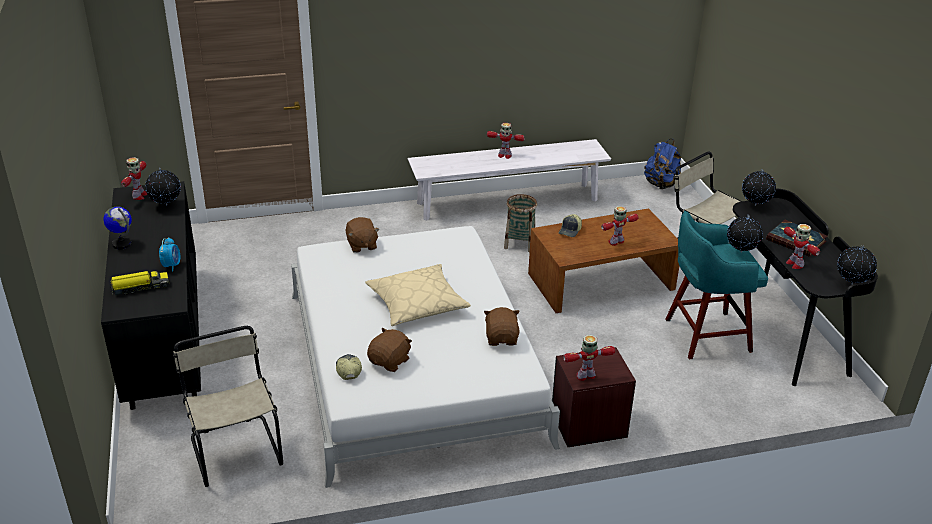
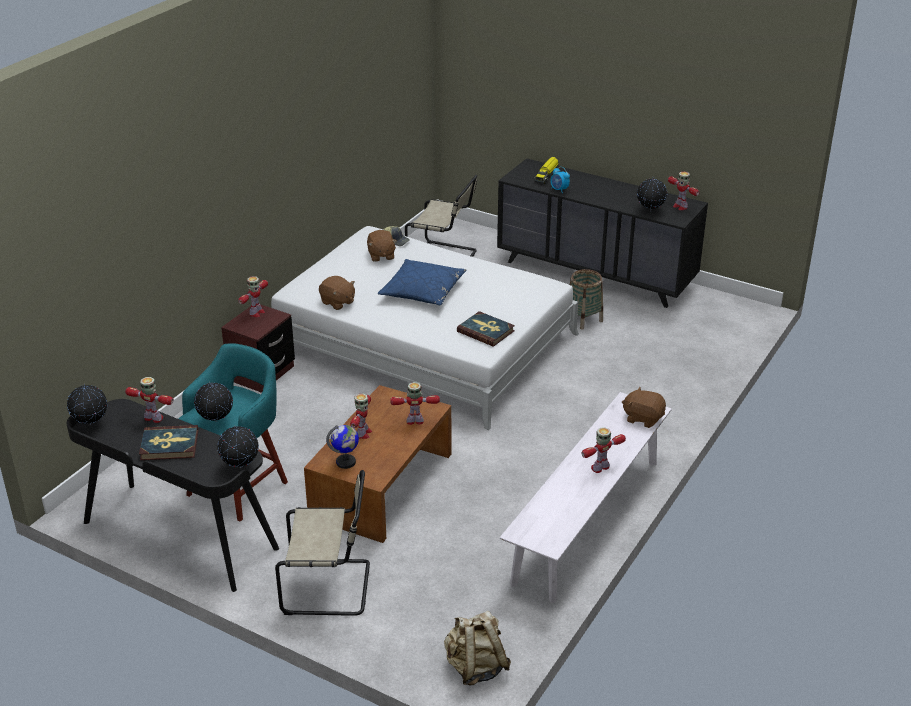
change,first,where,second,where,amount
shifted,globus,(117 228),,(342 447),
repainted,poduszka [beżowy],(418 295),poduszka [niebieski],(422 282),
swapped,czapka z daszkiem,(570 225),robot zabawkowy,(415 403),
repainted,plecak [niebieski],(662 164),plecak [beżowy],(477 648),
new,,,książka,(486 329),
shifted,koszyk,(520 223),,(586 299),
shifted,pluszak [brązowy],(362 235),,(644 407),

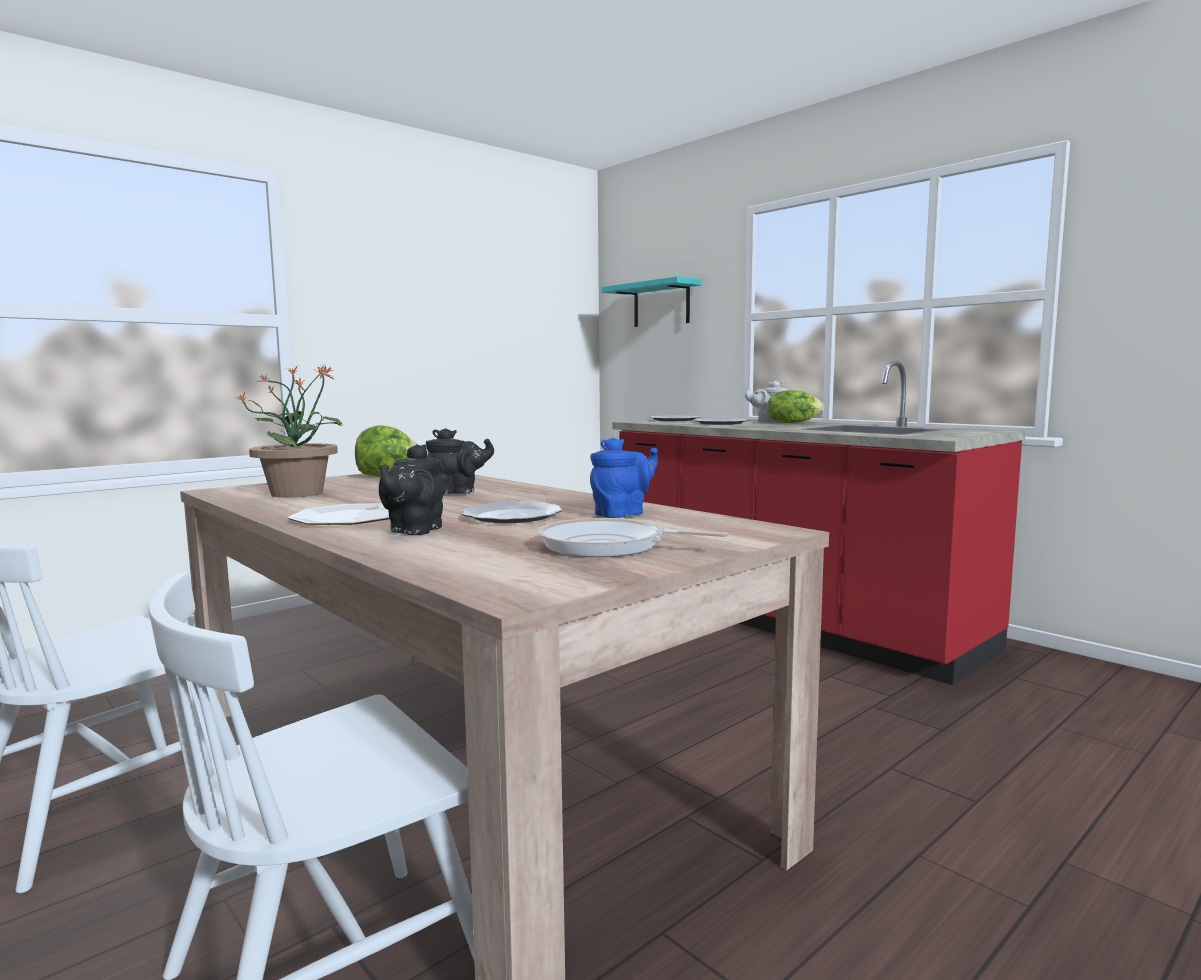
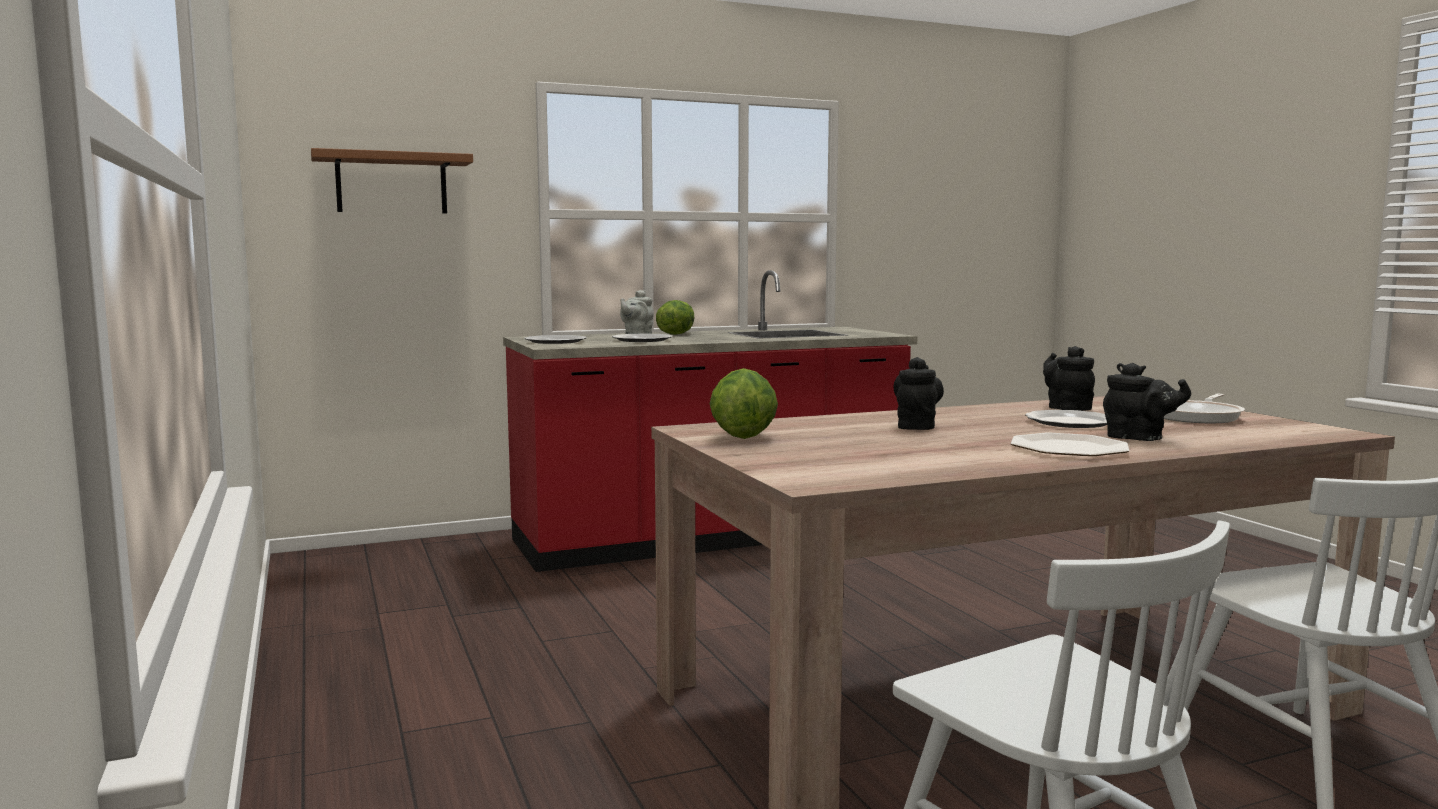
change,first,where,second,where,amount
repainted,półka [turkusowy],(651 301),półka [brązowy],(392 181),
repainted,imbryk [niebieski],(624 477),imbryk [czarny],(1069 378),
gone,roślina doniczkowa,(289 430),,,

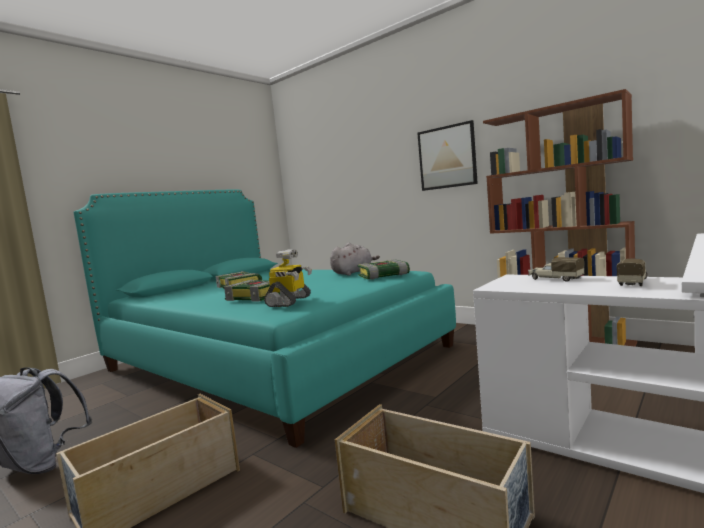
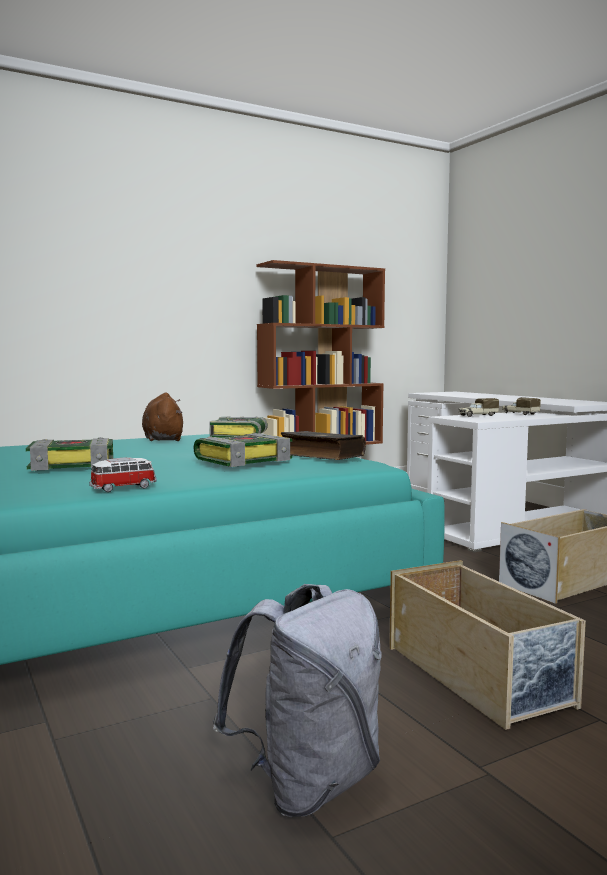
change,first,where,second,where,amount
new,,,samochodzik,(123 474),
repainted,pluszak [szary],(355 259),pluszak [brązowy],(162 417),
swapped,robot zabawkowy,(288 278),książka,(323 445),
gone,obraz,(447 155),,,

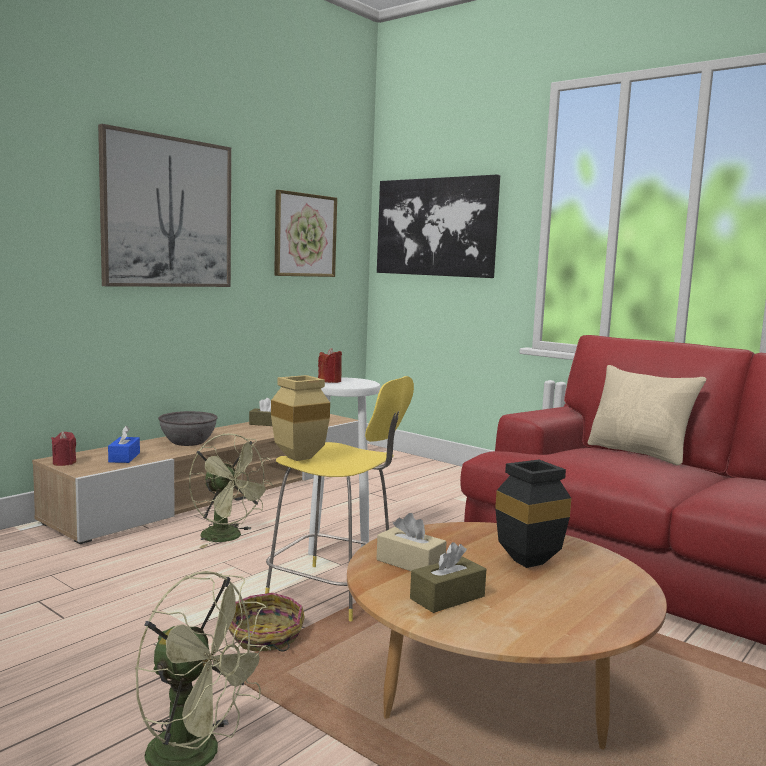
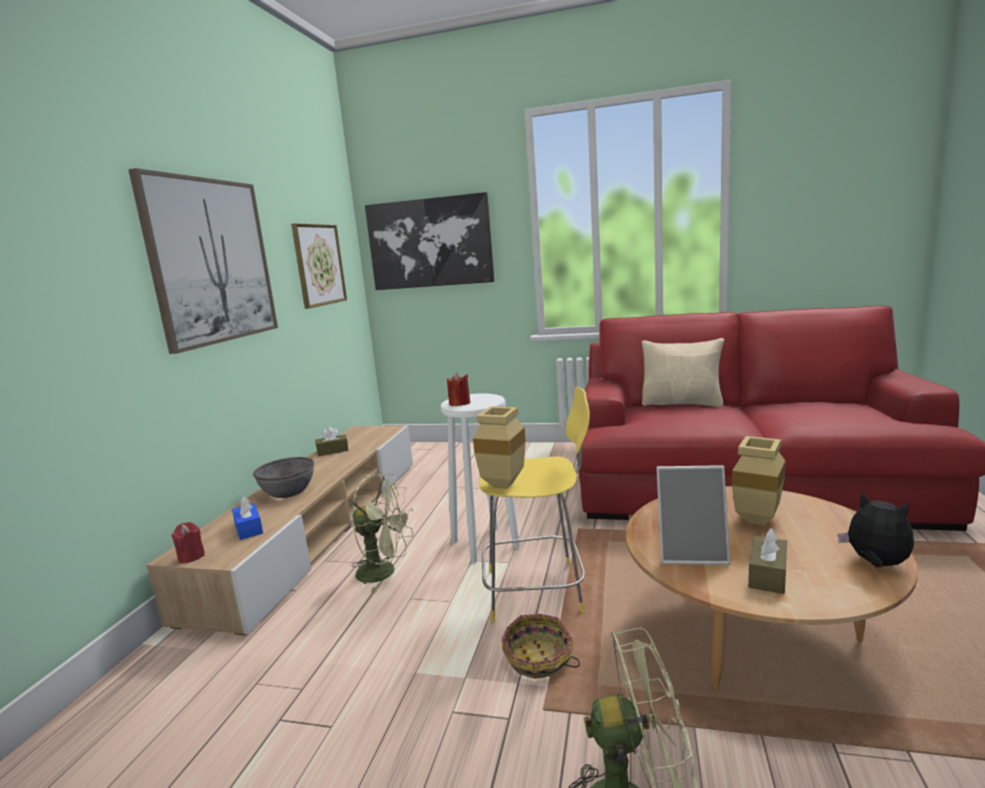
change,first,where,second,where,amount
swapped,pudełko chusteczek [beżowy],(411 542),ramka na zdjęcie,(693 515),
repainted,wazon [czarny],(533 514),wazon [beżowy],(759 480),
new,,,pluszak,(876 529),

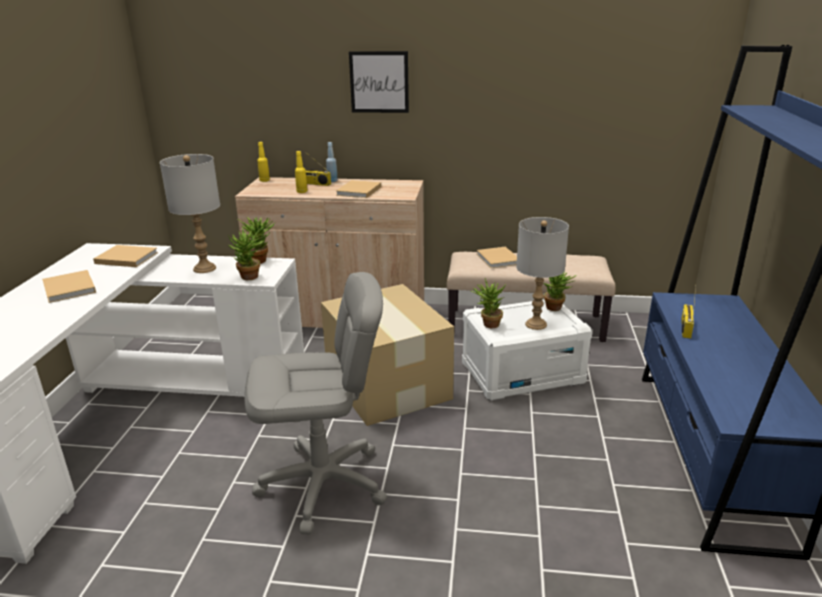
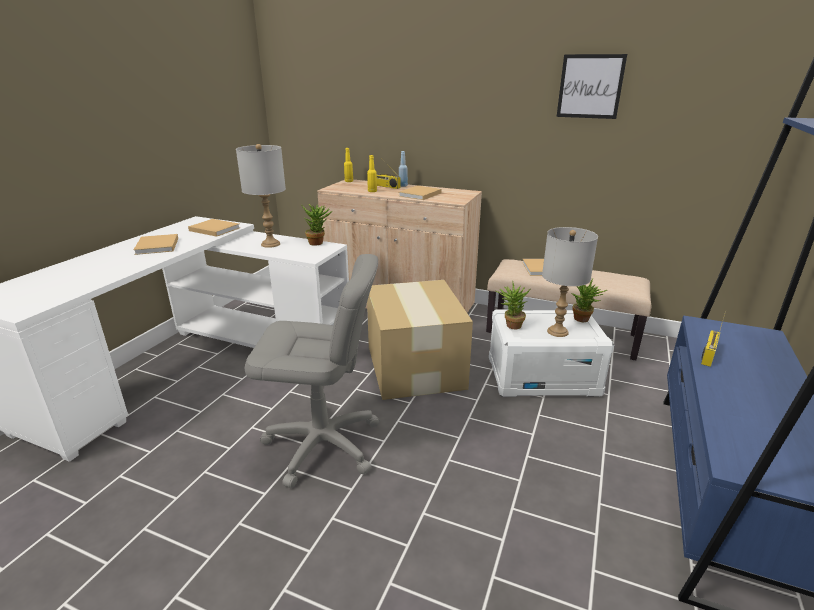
change,first,where,second,where,amount
shifted,obraz,(379 82),,(592 86),
gone,roślina doniczkowa,(246 254),,,

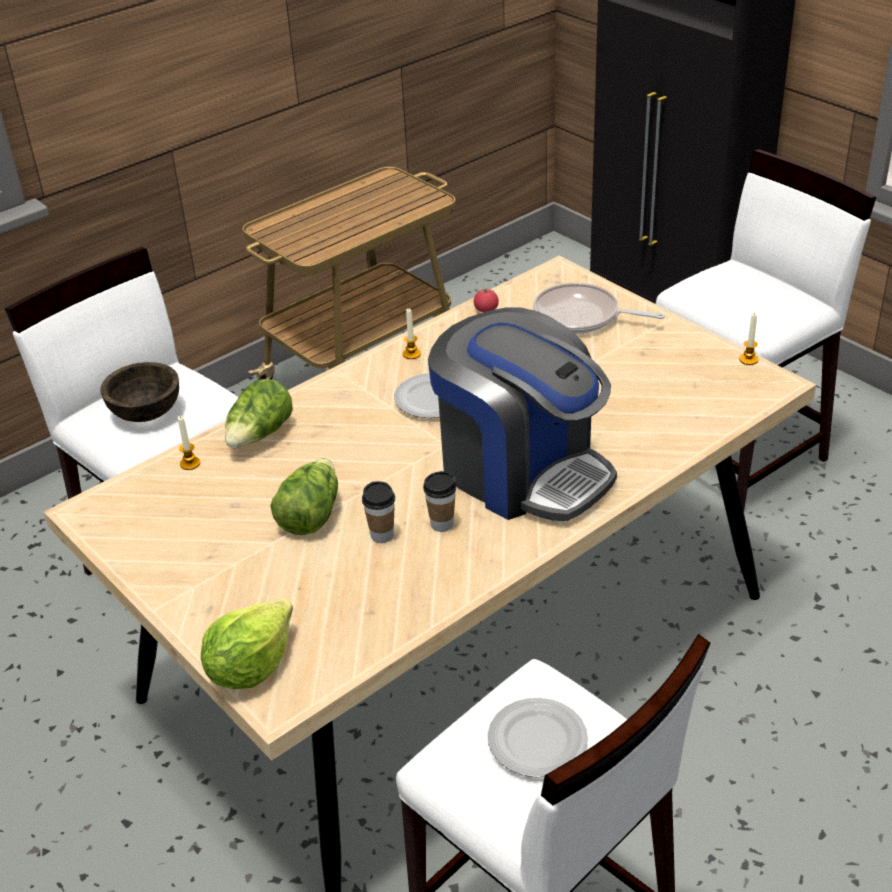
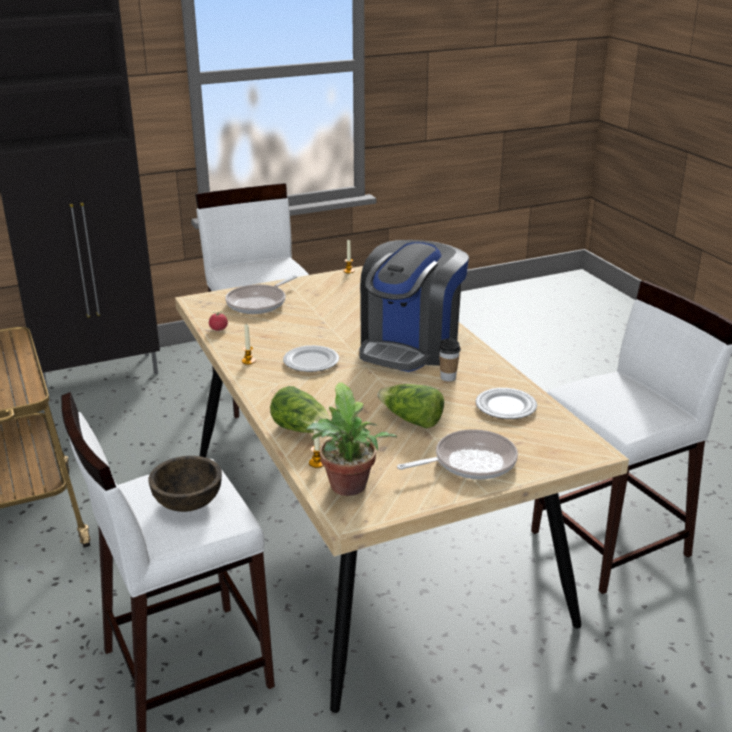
change,first,where,second,where,amount
new,,,roślina doniczkowa,(351 439),
rotated,ekspres do kawy,(522 414),,(414 306),150 degrees clockwise
new,,,patelnia,(457 454),
shifted,talerz,(538 738),,(506 403),
gone,sałata,(247 643),,,
gone,filiżanka,(378 512),,,

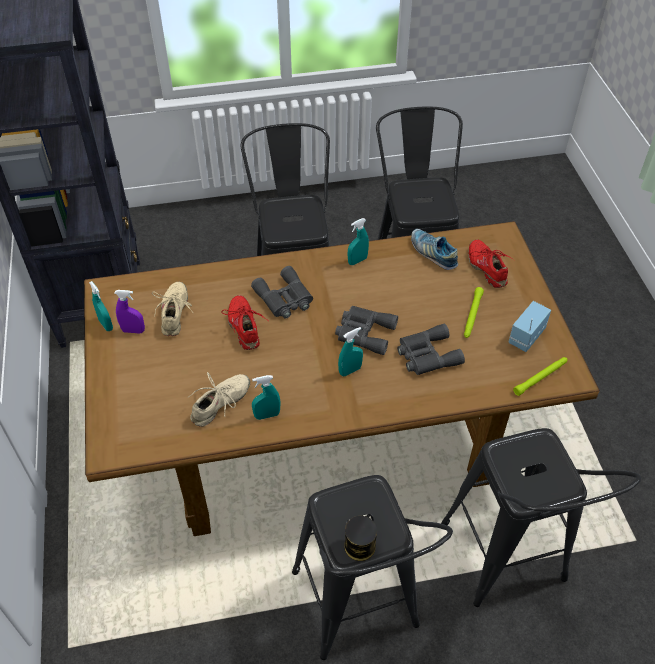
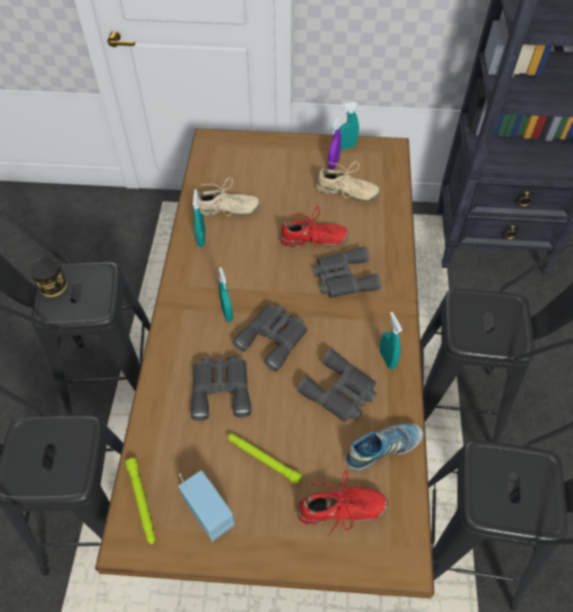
change,first,where,second,where,amount
rotated,but [beżowy],(219 399),,(229 196),60 degrees counterclockwise
new,,,lornetka [szary],(337 385),

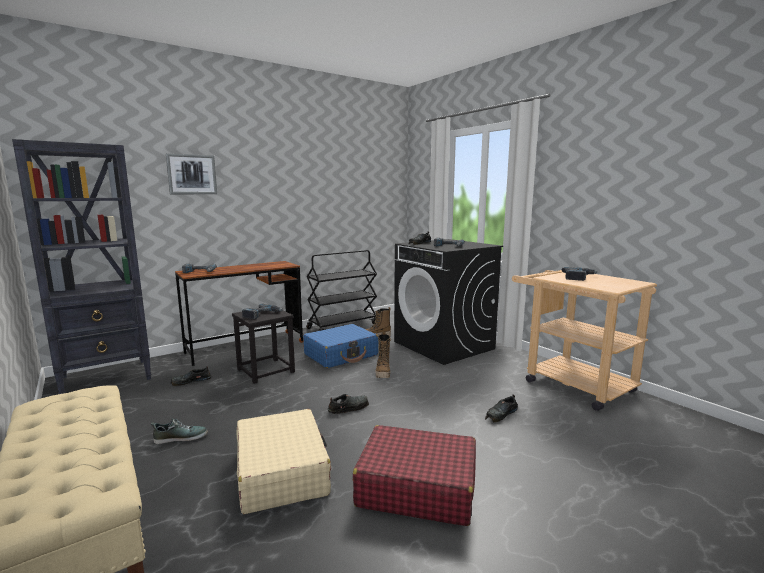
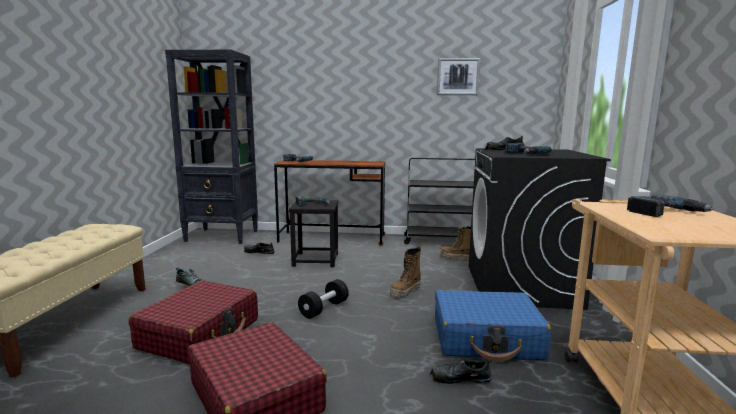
change,first,where,second,where,amount
repainted,walizka [beżowy],(283 461),walizka [czerwony],(193 322),
swapped,but [czarny],(348 404),hantel [czarny],(323 299),
shifted,walizka [niebieski],(340 346),,(493 326),
shifted,obraz,(191 173),,(458 76),

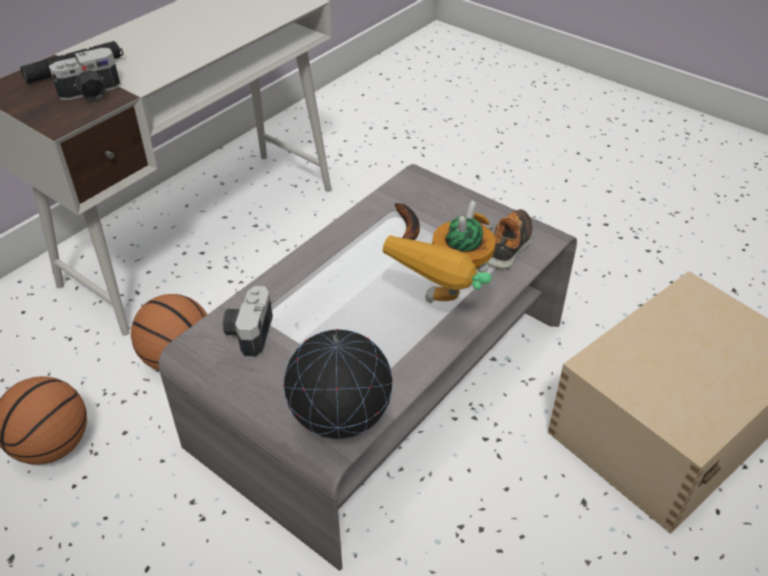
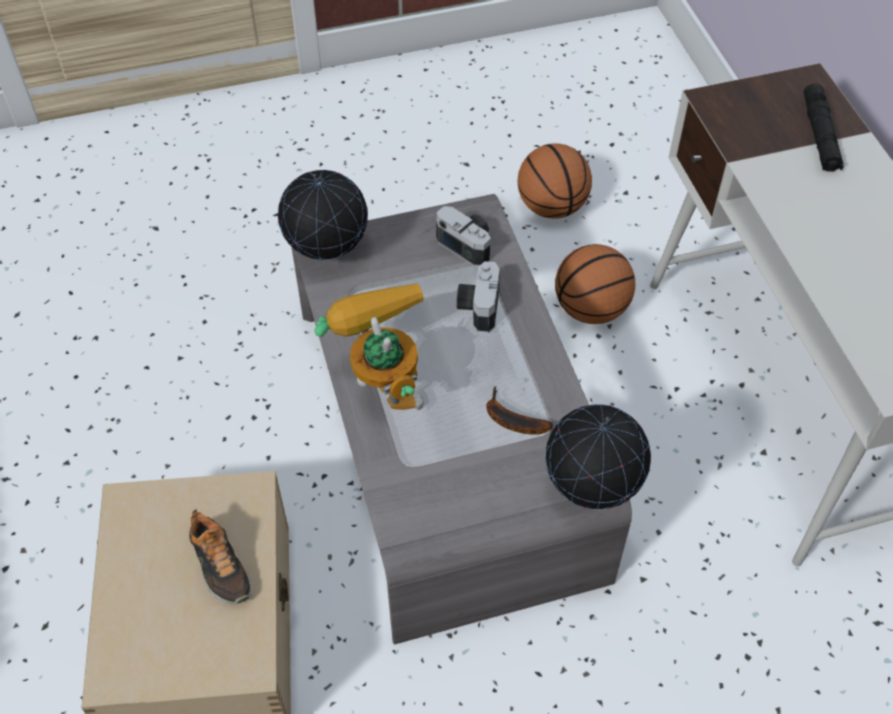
change,first,where,second,where,amount
shifted,but,(510 239),,(220 556),
shifted,aparat fotograficzny,(85 74),,(478 297),
new,,,globus,(598 457),

